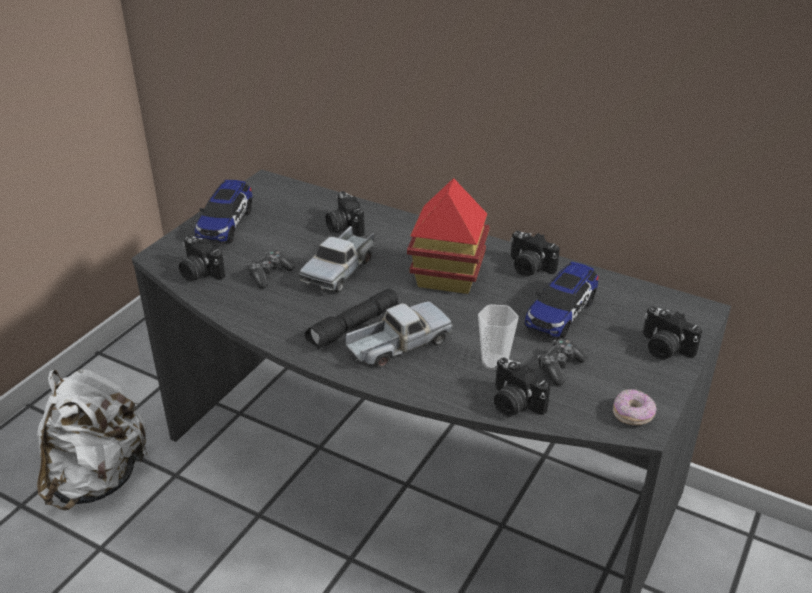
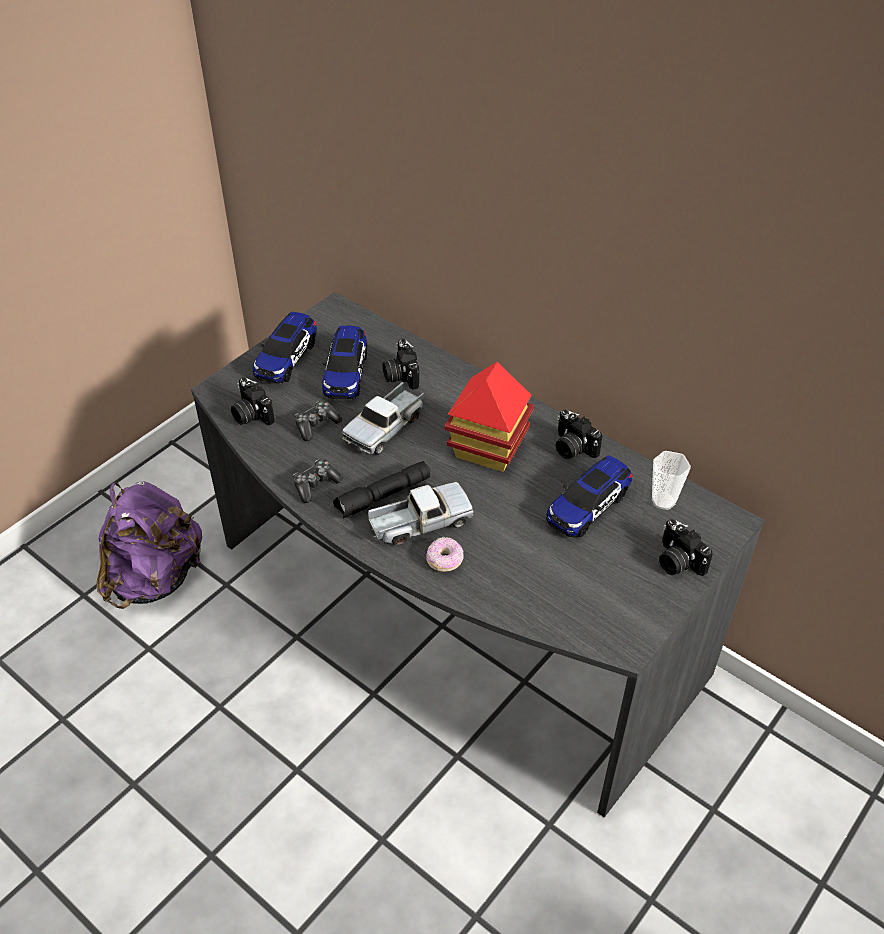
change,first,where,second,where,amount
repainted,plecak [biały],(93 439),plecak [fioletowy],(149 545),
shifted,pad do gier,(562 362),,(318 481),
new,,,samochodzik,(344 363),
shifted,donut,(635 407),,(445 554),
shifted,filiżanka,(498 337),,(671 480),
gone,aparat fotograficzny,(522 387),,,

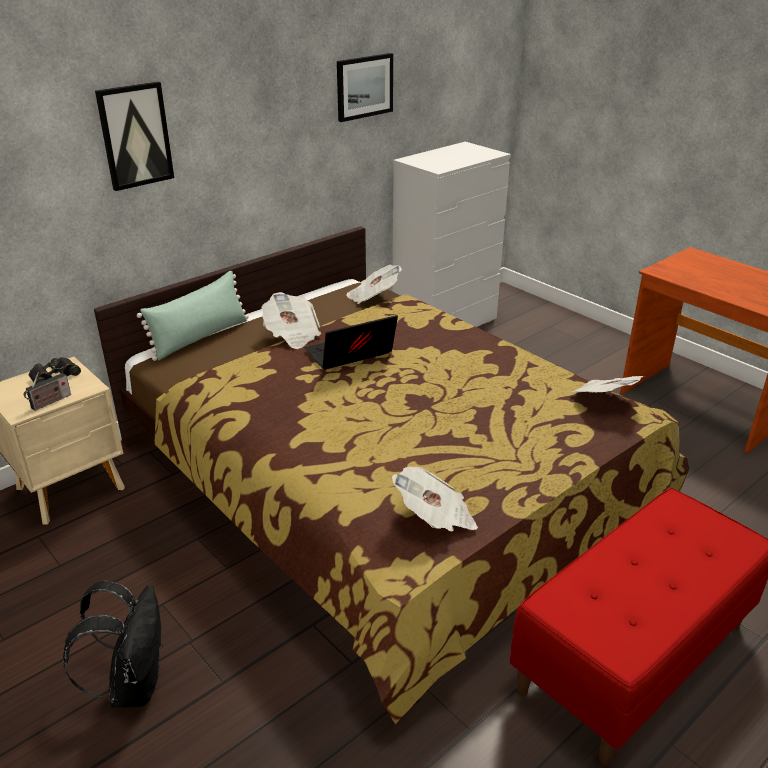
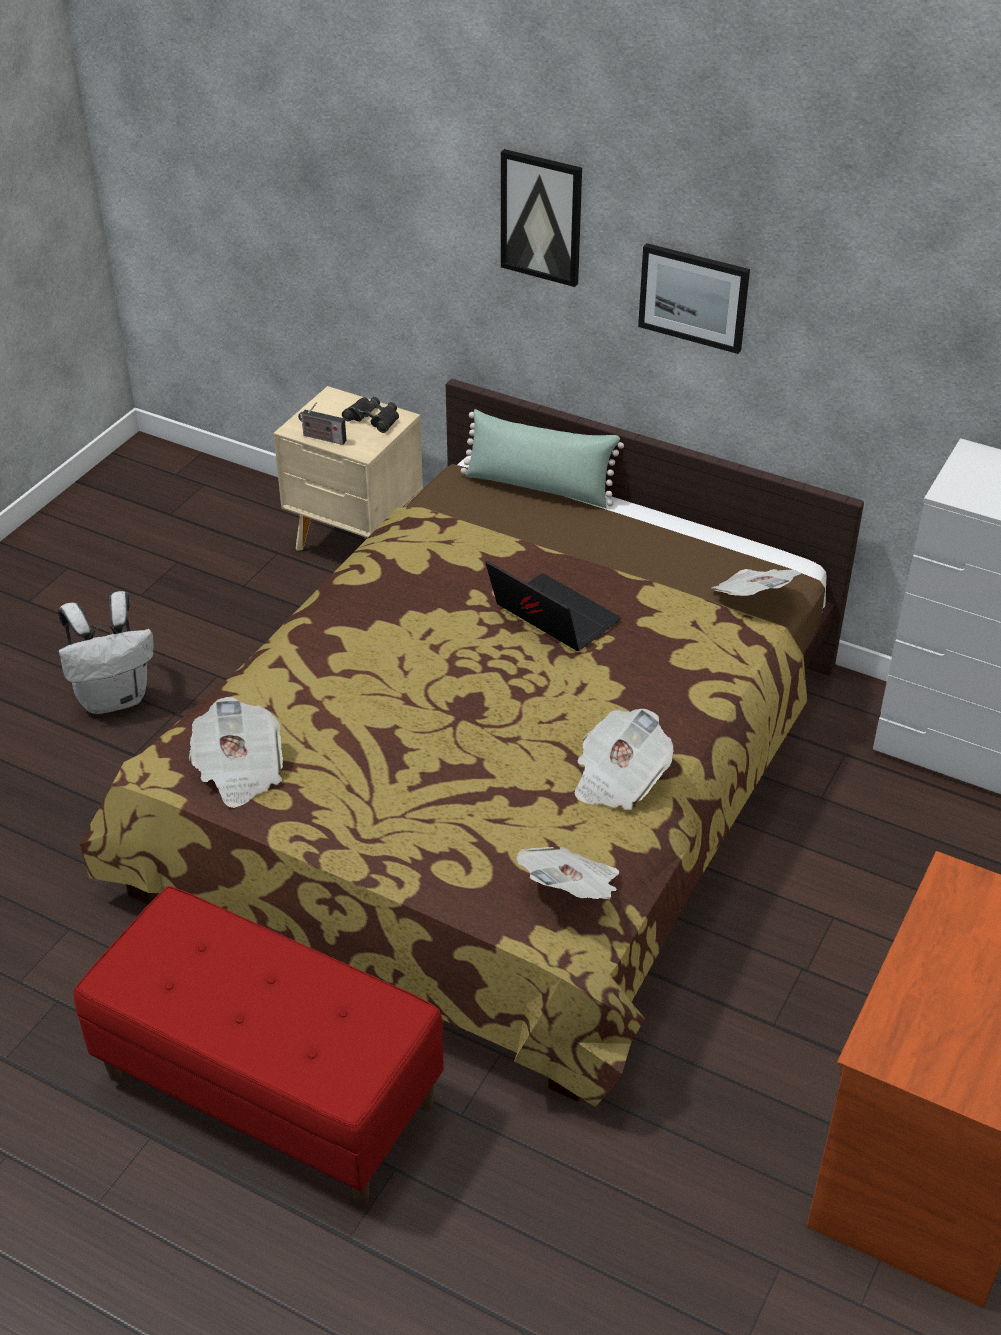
change,first,where,second,where,amount
repainted,plecak [czarny],(113 644),plecak [biały],(106 652),
shifted,gazeta,(291 320),,(624 759),
shifted,obraz,(365 87),,(694 298),

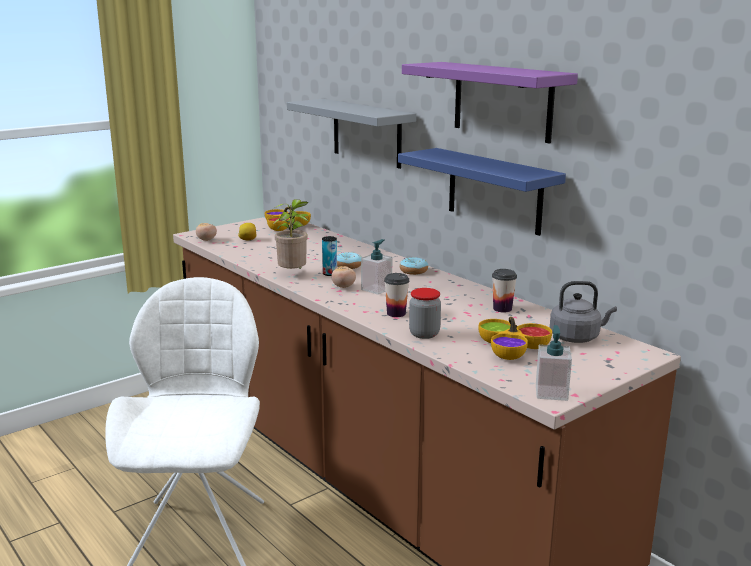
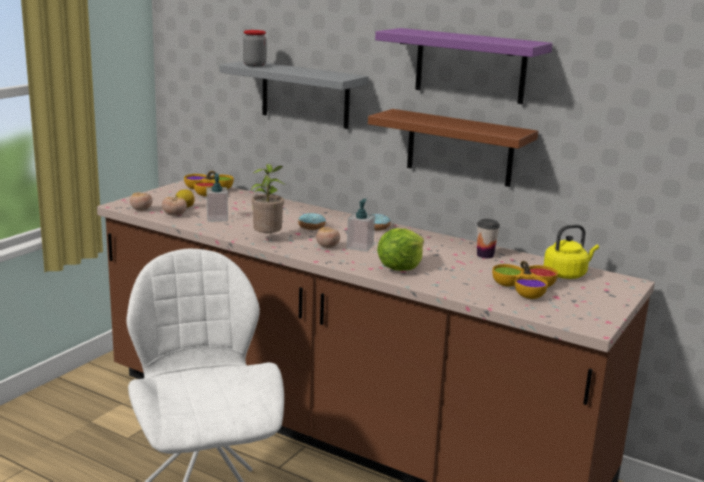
change,first,where,second,where,amount
new,,,pomidor,(174 206),
shifted,dozownik mydła,(554 363),,(217 197),
shifted,słoik,(425 313),,(255 48),
repainted,półka [niebieski],(482 192),półka [brązowy],(453 148),
swapped,filiżanka,(396 295),sałata,(400 249),
repainted,czajnik [szary],(583 312),czajnik [żółty],(571 252),
gone,puszka,(329 256),,,

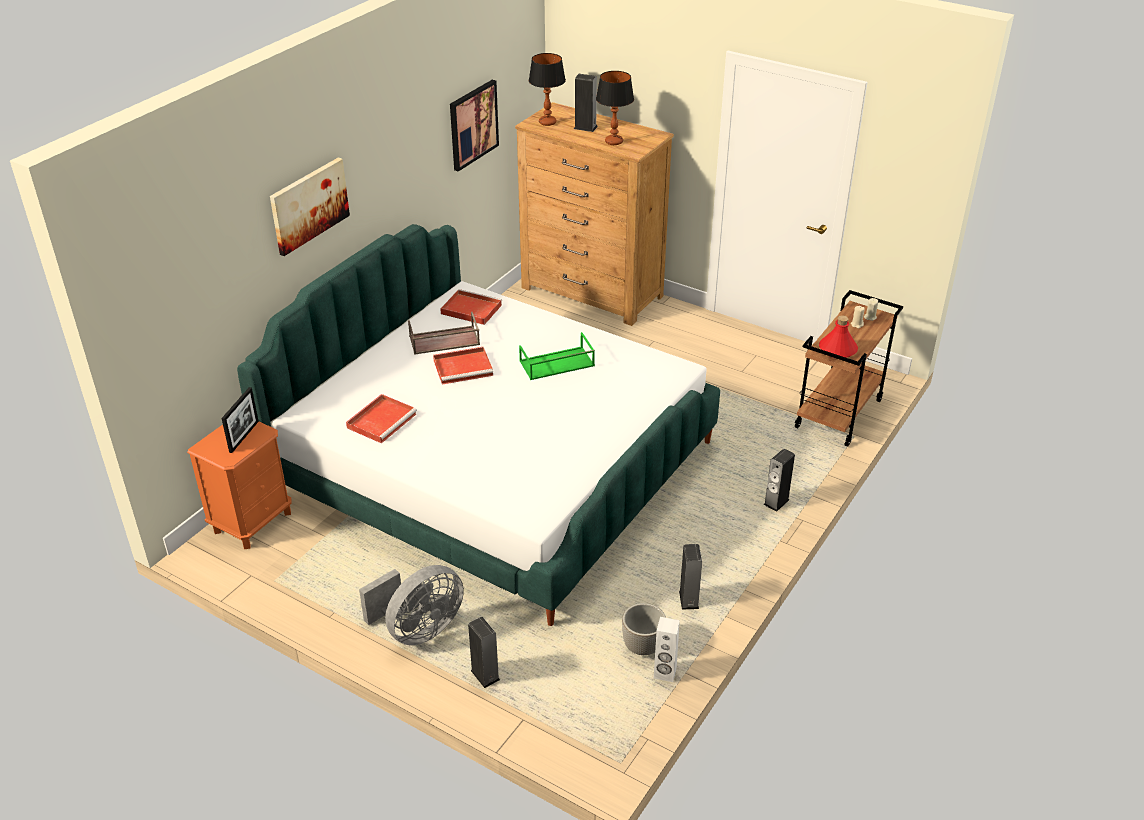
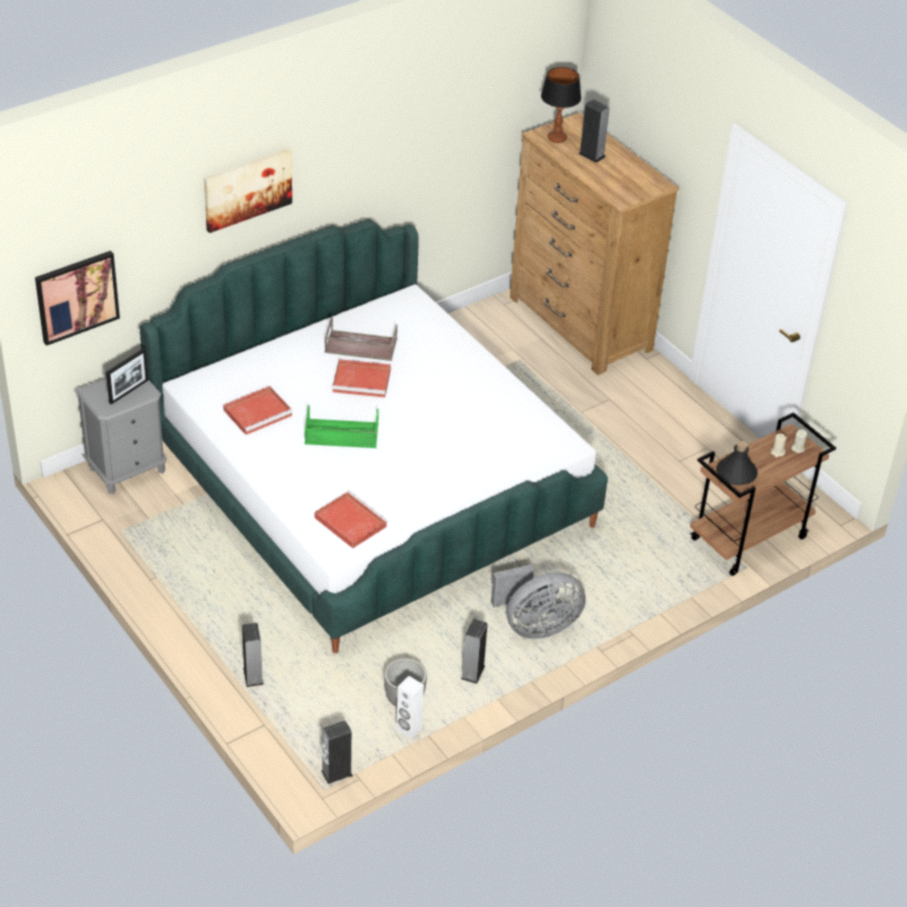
change,first,where,second,where,amount
shifted,obraz,(474 126),,(77 298),
repainted,szafka nocna [pomarańczowy],(239 485),szafka nocna [szary],(121 436),
shifted,taca [zielony],(557 356),,(341 426),
shifted,taca [czerwony],(471 307),,(351 519),
shifted,głośnik,(779 480),,(337 752),
shifted,wentylator [szary],(411 605),,(538 602),
repainted,butelka [czerwony],(838 337),butelka [czarny],(737 463),
gone,lampa stołowa,(615 108),,,

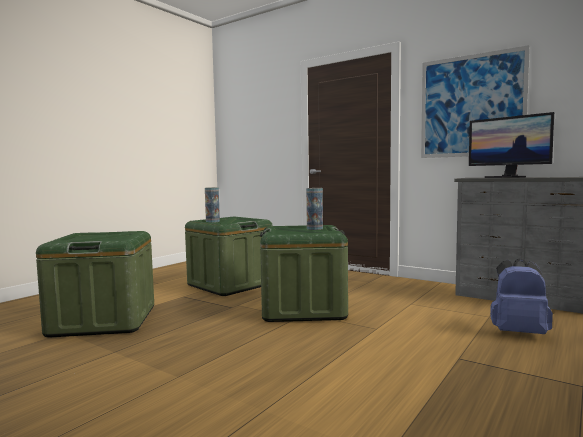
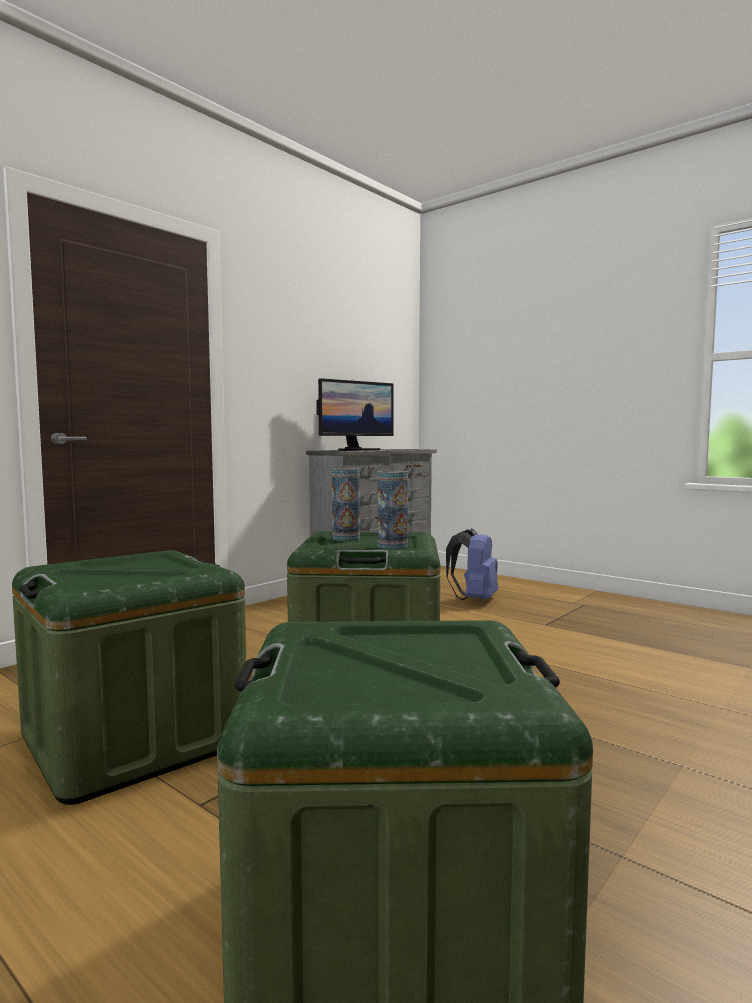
change,first,where,second,where,amount
shifted,wazon,(212 205),,(392 510),
gone,obraz,(475 101),,,

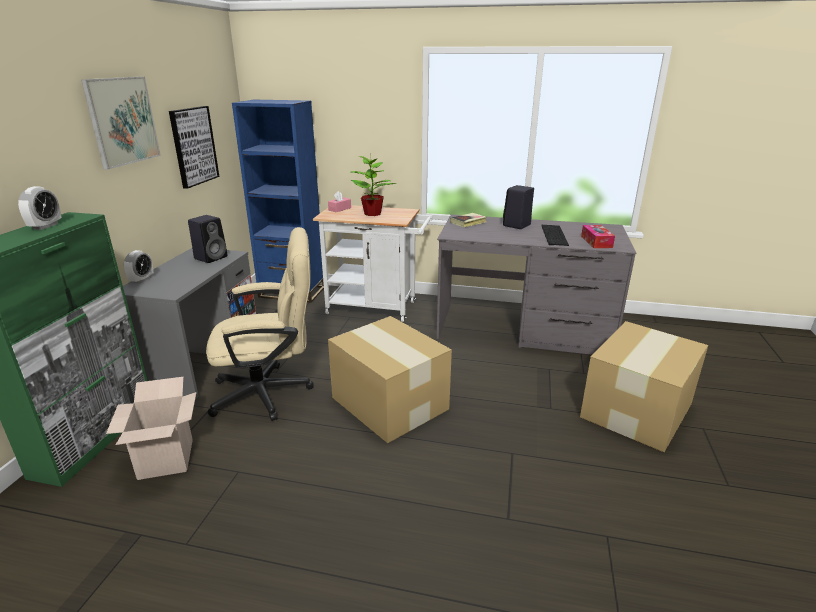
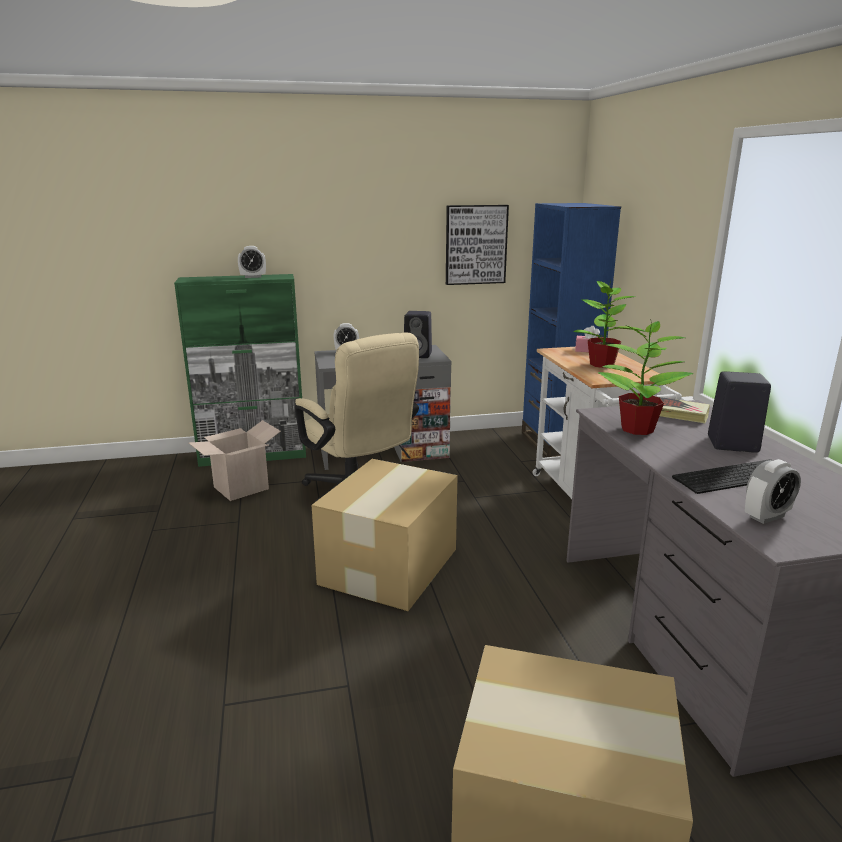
change,first,where,second,where,amount
new,,,roślina doniczkowa,(645 377),
swapped,pudełko chusteczek,(598 236),budzik,(773 491),
gone,obraz,(121 123),,,

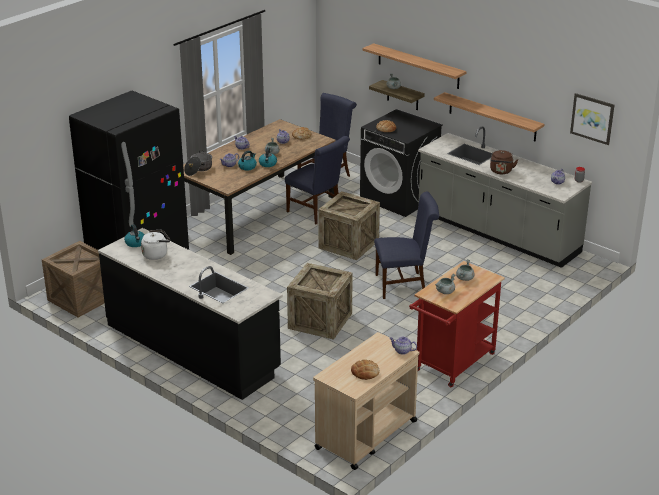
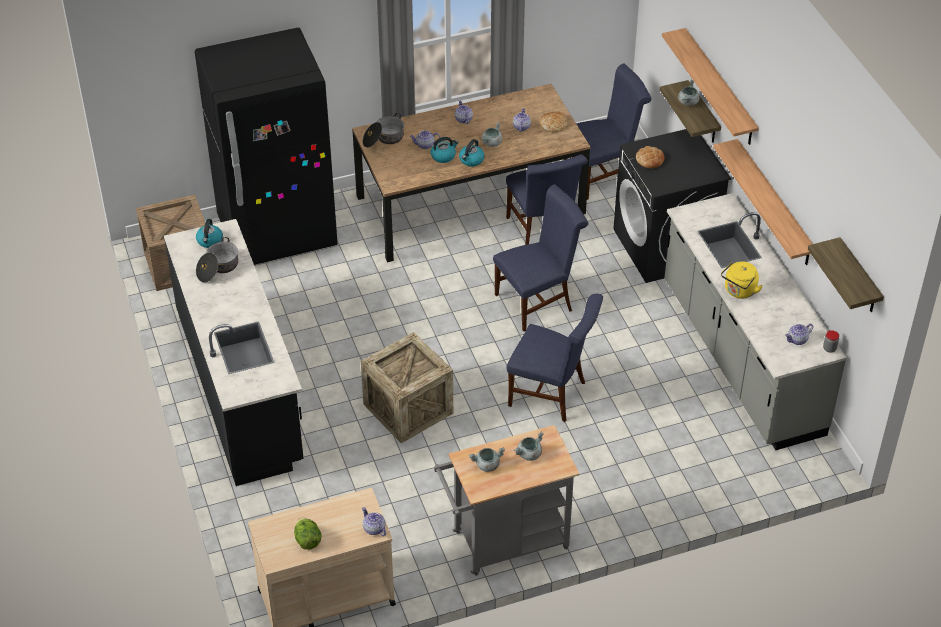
change,first,where,second,where,amount
swapped,czajnik [biały],(155 245),garnek,(217 260),
swapped,chleb,(365 369),sałata,(308 534),
repainted,wózek [czerwony],(457 324),wózek [szary],(506 500),
swapped,skrzynka,(349 225),krzesło [niebieski],(540 257),
repainted,czajnik [brązowy],(504 162),czajnik [żółty],(742 280),
swapped,obraz,(592 119),półka,(846 274),

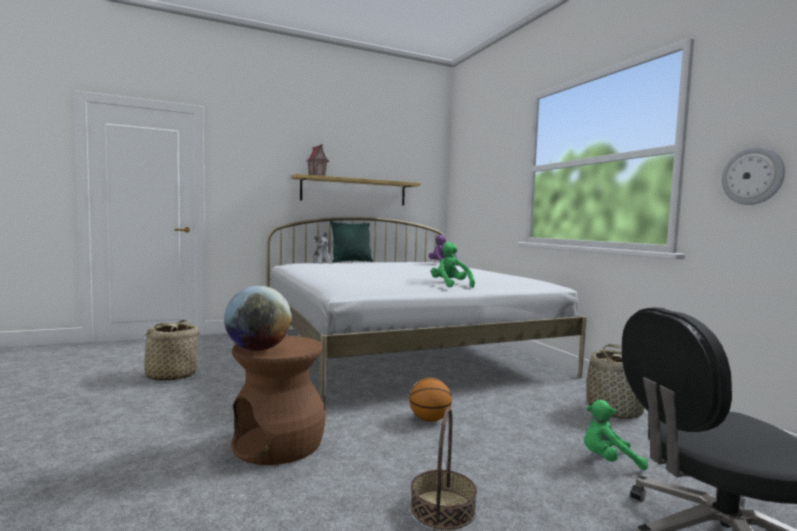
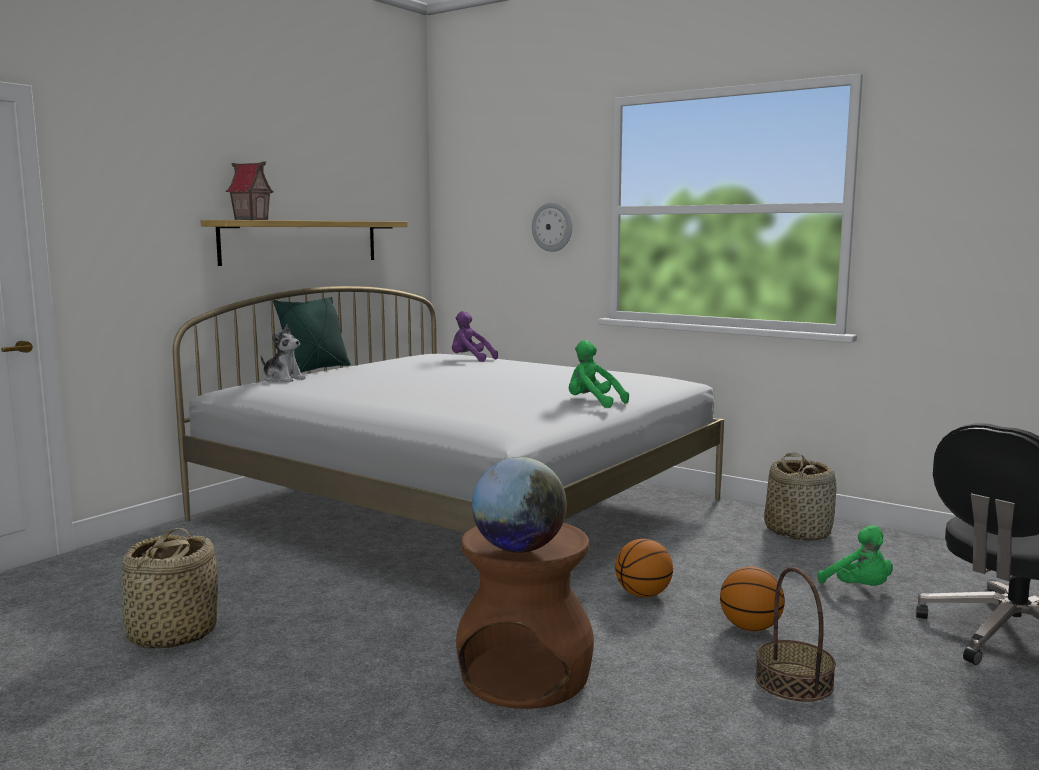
change,first,where,second,where,amount
shifted,zegar ścienny,(753 176),,(552 227),
new,,,piłka do koszykówki,(752 599),
rotated,pluszak [zielony],(616 435),,(855 555),90 degrees counterclockwise

